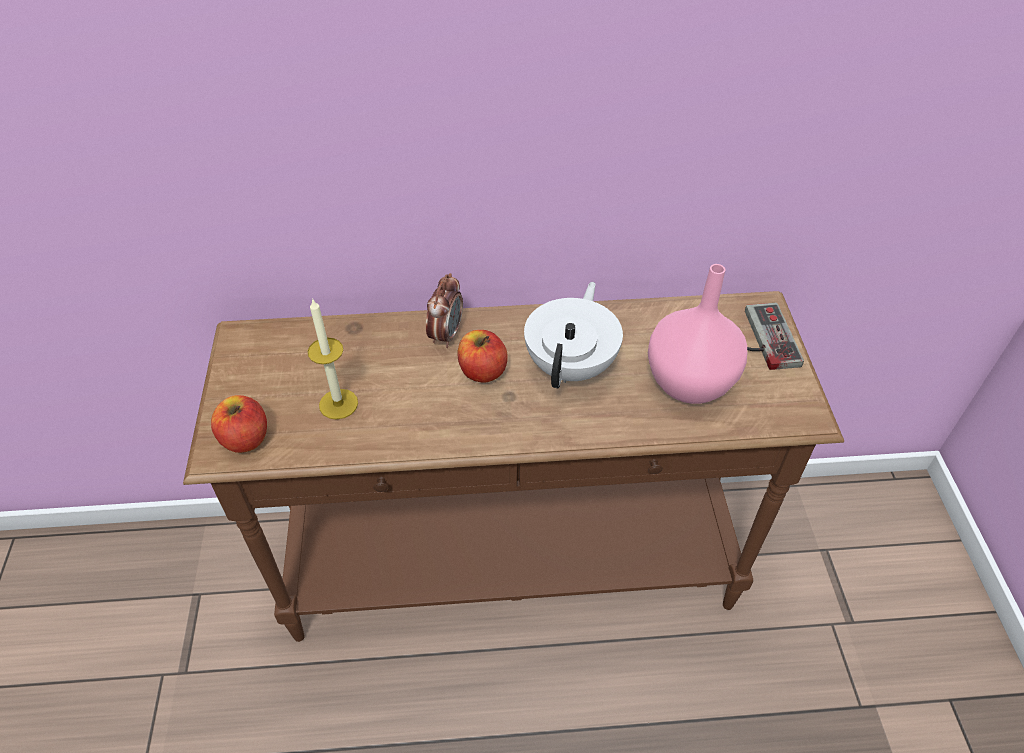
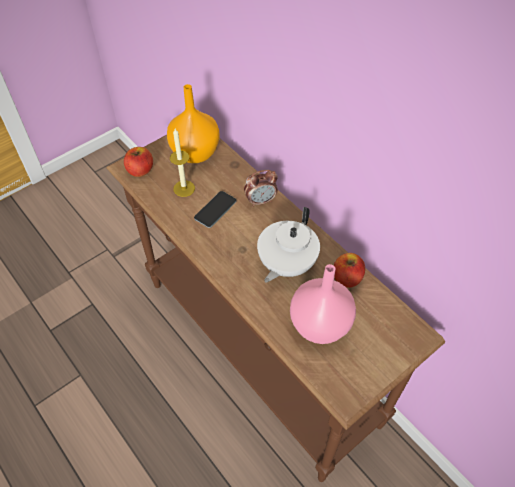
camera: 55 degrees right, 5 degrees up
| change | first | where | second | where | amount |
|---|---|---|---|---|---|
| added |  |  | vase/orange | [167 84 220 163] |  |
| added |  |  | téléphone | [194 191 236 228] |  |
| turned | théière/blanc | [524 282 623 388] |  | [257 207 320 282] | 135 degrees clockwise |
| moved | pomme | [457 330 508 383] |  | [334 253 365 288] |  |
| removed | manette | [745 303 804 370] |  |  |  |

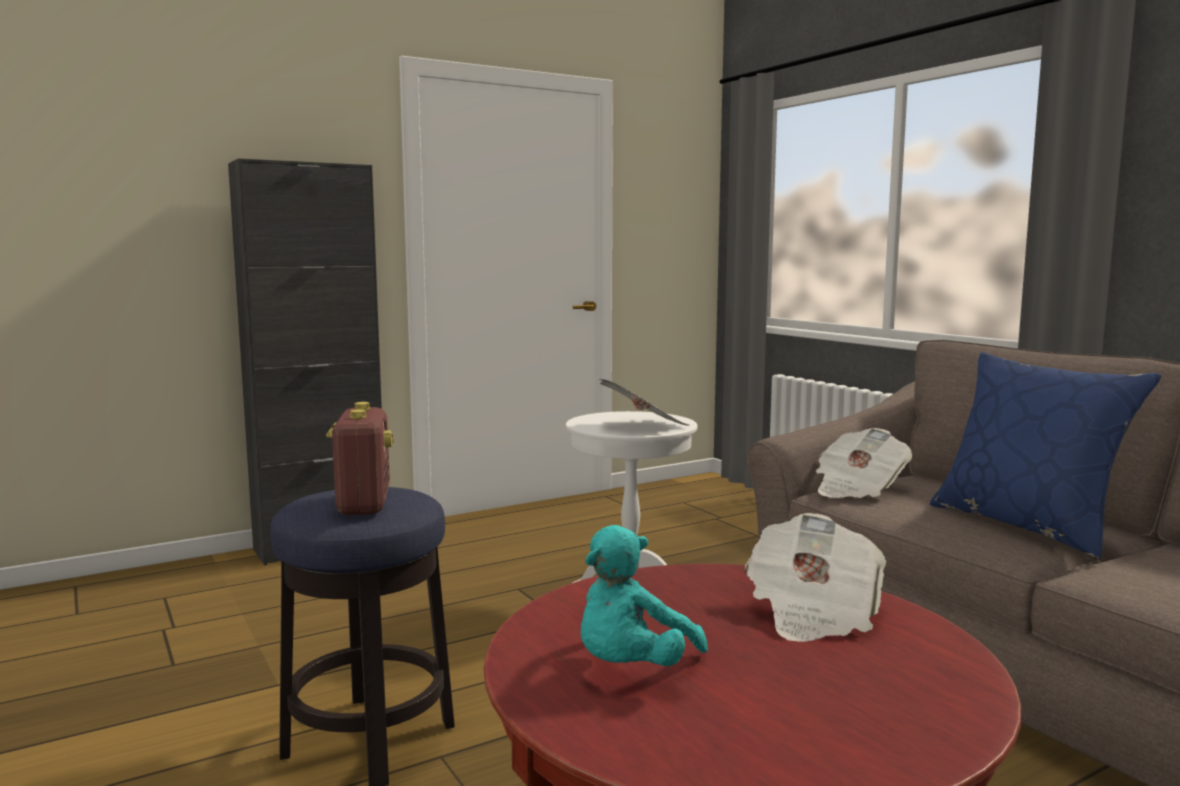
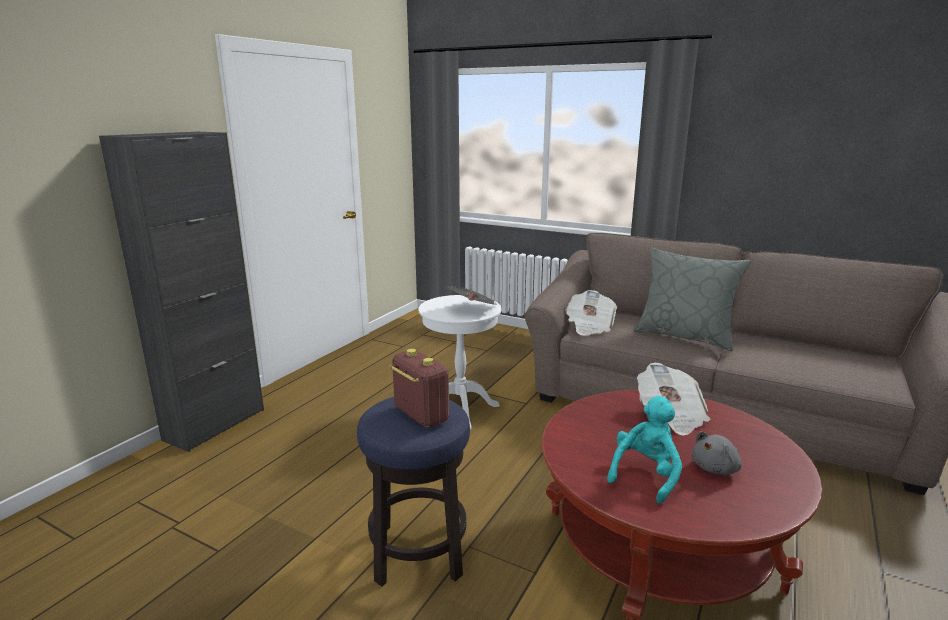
camera: 30 degrees left, 10 degrees up
| change | first | where | second | where | amount |
|---|---|---|---|---|---|
| turned | peluche/turquoise | [581 525 708 666] |  | [607 396 682 504] | 150 degrees counterclockwise |
| recoloured | coussin/bleu | [930 352 1161 559] | coussin/gris | [634 248 752 351] |  |
| added |  |  | peluche/gris | [692 431 742 475] |  |

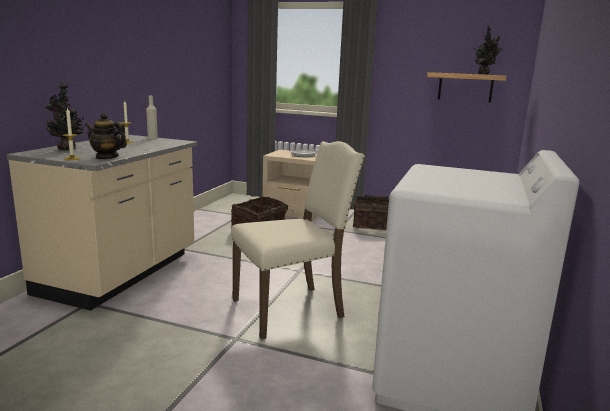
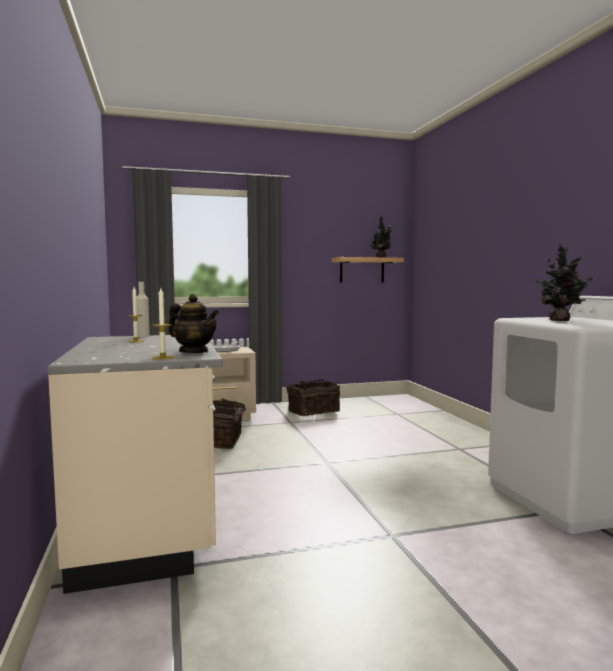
camera: 35 degrees left, 10 degrees down
| change | first | where | second | where | amount |
|---|---|---|---|---|---|
| turned | théière | [85 113 127 159] |  | [169 294 219 353] | 135 degrees counterclockwise |
| moved | plante en pot | [45 82 85 150] |  | [532 243 596 321] |  |
| removed | chaise/beige | [231 141 365 340] |  |  |  |

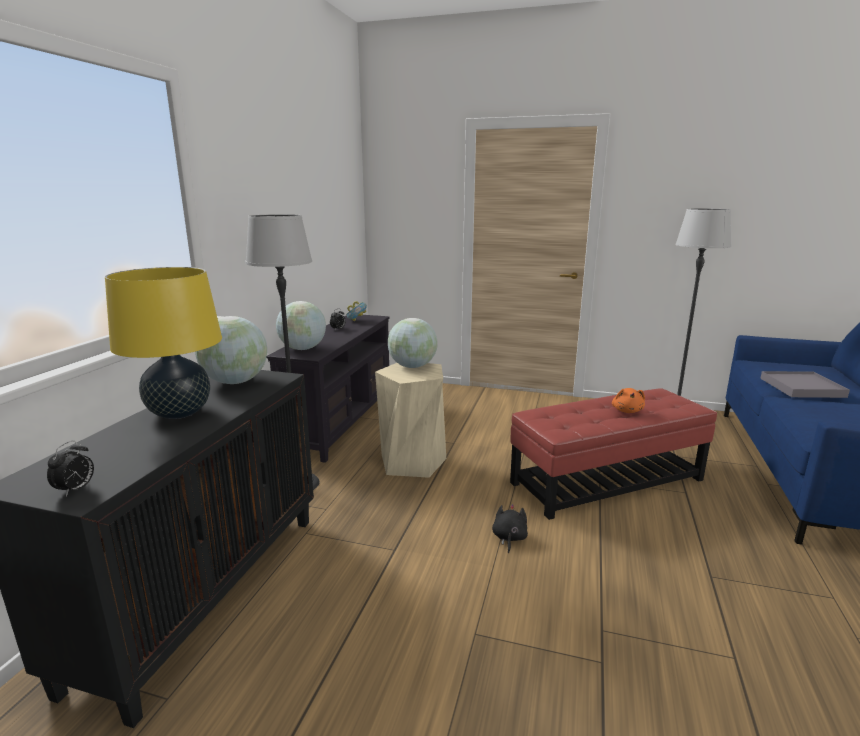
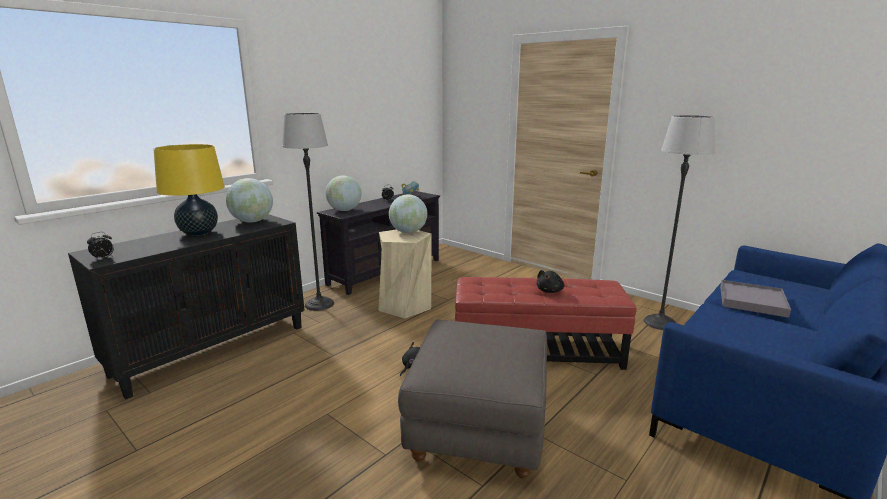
camera: 25 degrees right, 0 degrees up
| change | first | where | second | where | amount |
|---|---|---|---|---|---|
| added |  |  | pouf/gris | [398 319 547 479] |  |
| recoloured | peluche/orange | [612 388 645 413] | peluche/noir | [537 270 564 293] |  |

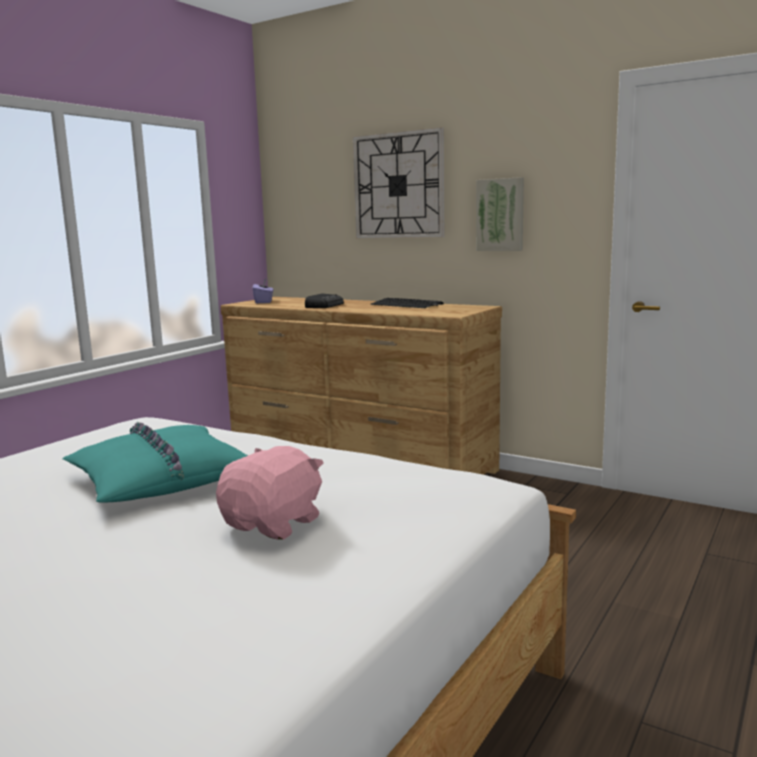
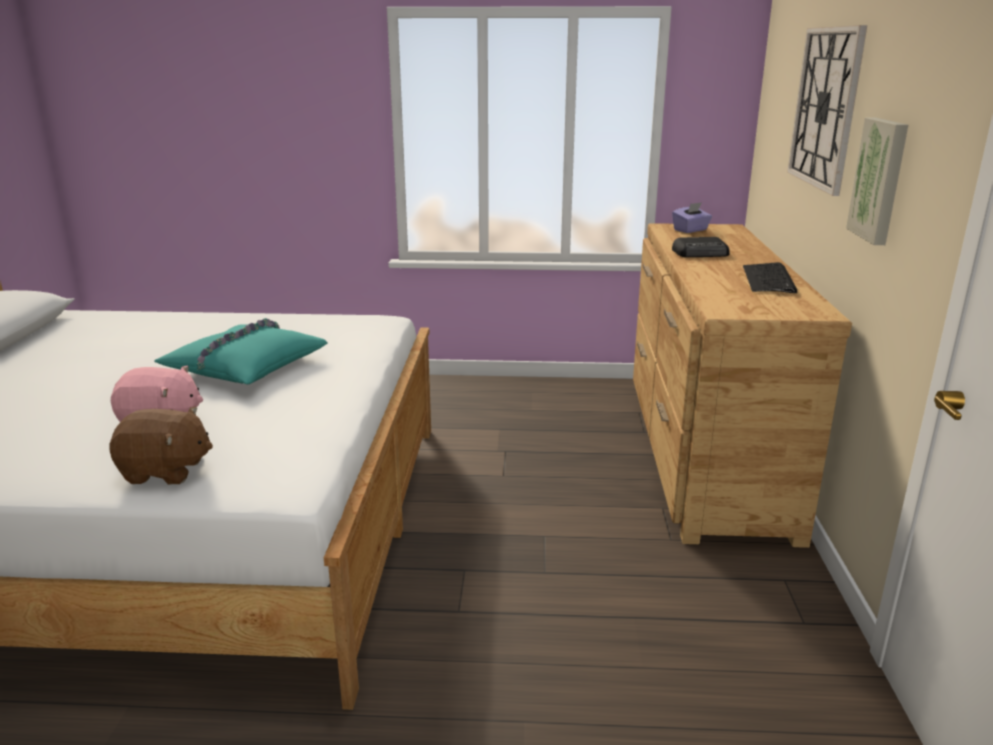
camera: 60 degrees right, 10 degrees up
| change | first | where | second | where | amount |
|---|---|---|---|---|---|
| added |  |  | peluche/marron | [109 407 213 484] |  |

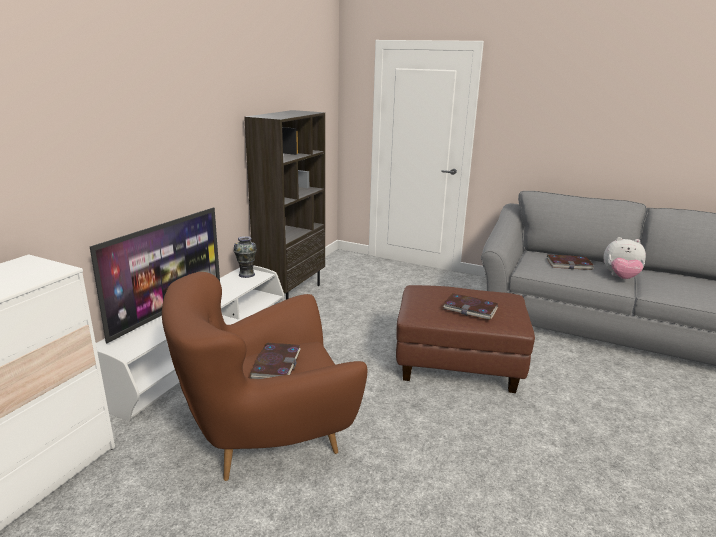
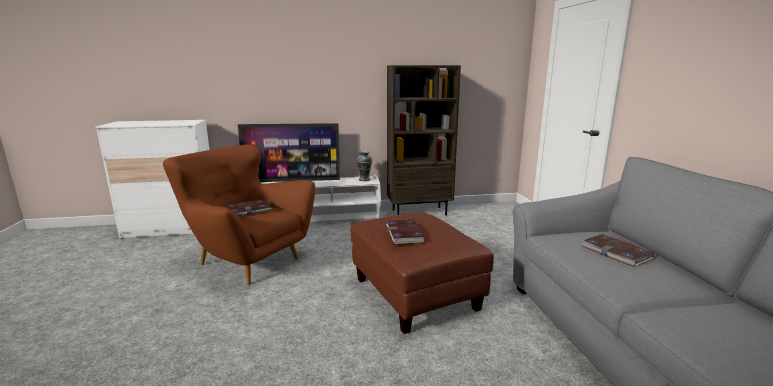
camera: 55 degrees right, 5 degrees down
| change | first | where | second | where | amount |
|---|---|---|---|---|---|
| removed | peluche | [603 237 646 279] |  |  |  |

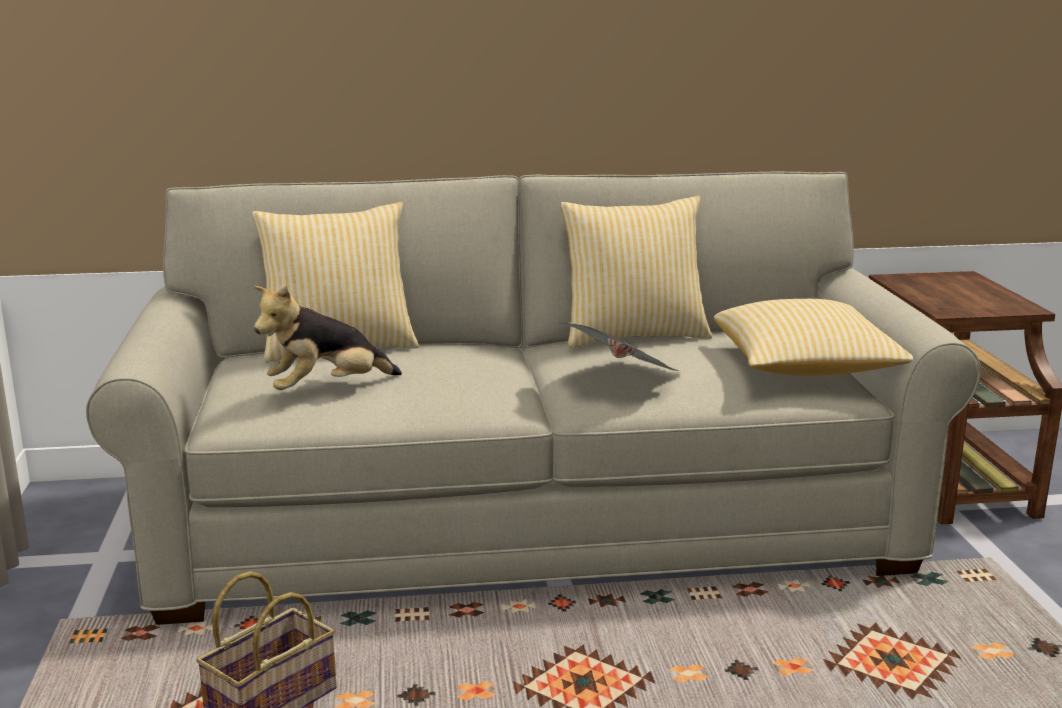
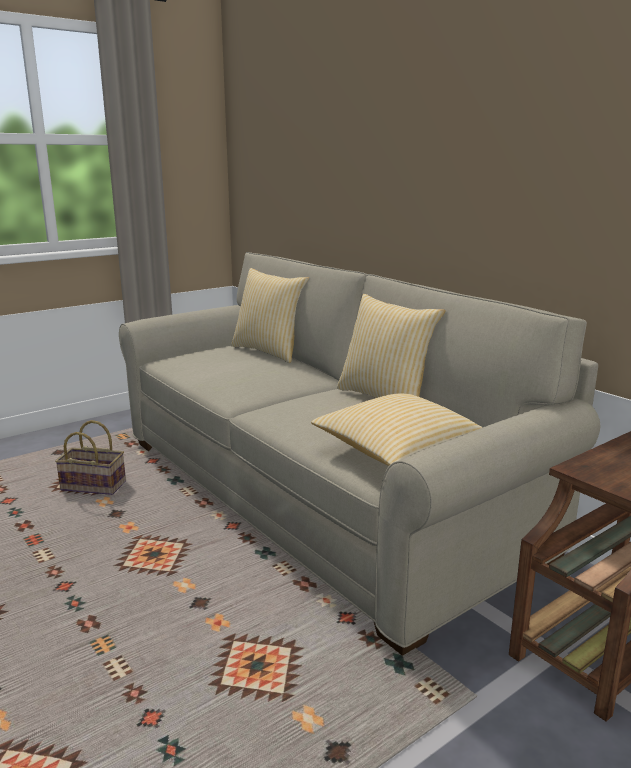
camera: 60 degrees right, 0 degrees up
| change | first | where | second | where | amount |
|---|---|---|---|---|---|
| removed | peluche | [254 285 402 390] |  |  |  |
| removed | journal | [561 323 682 371] |  |  |  |

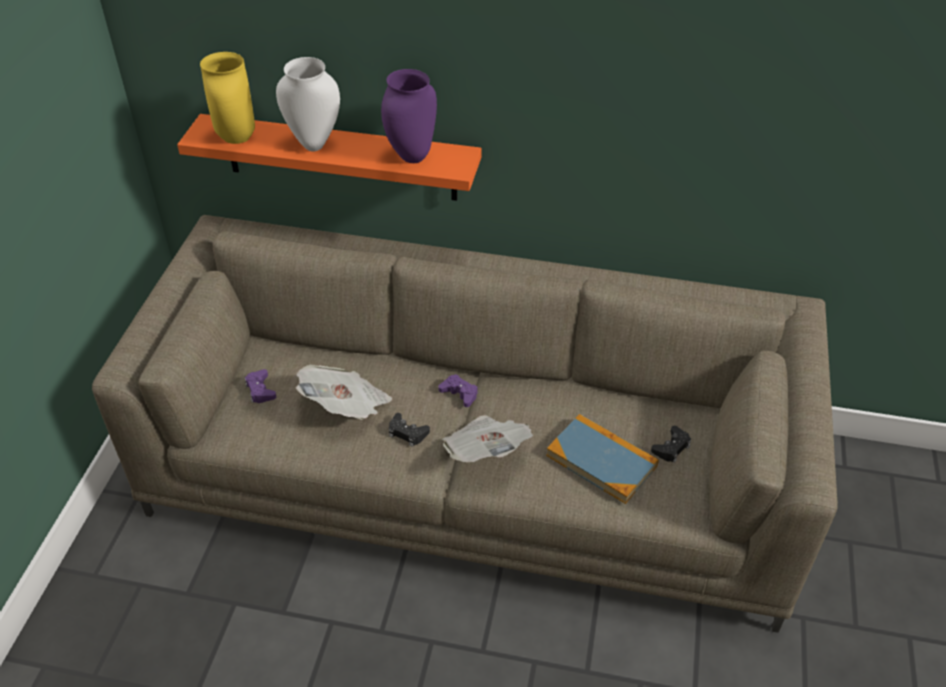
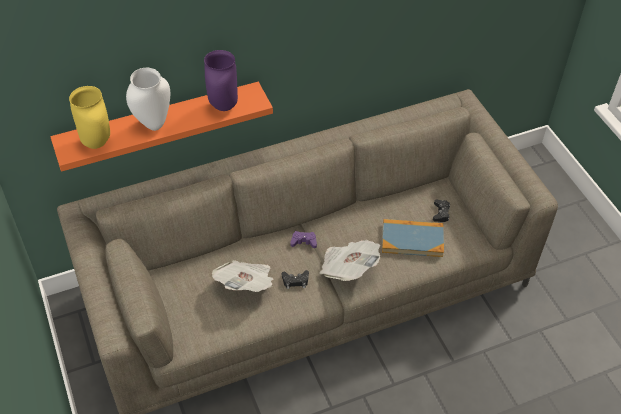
camera: 35 degrees left, 5 degrees up
| change | first | where | second | where | amount |
|---|---|---|---|---|---|
| removed | manette/violet | [245 369 276 403] |  |  |  |

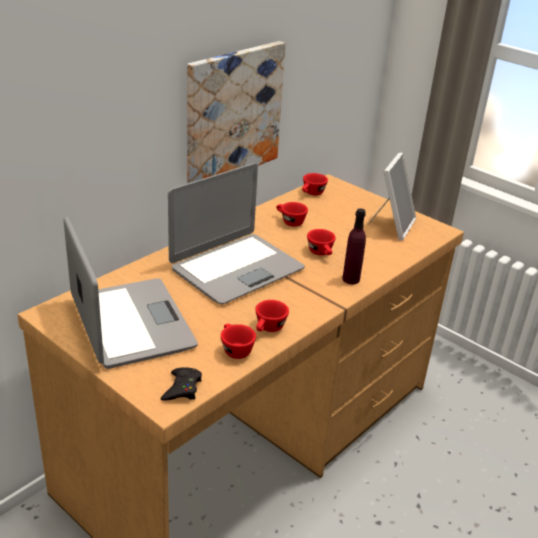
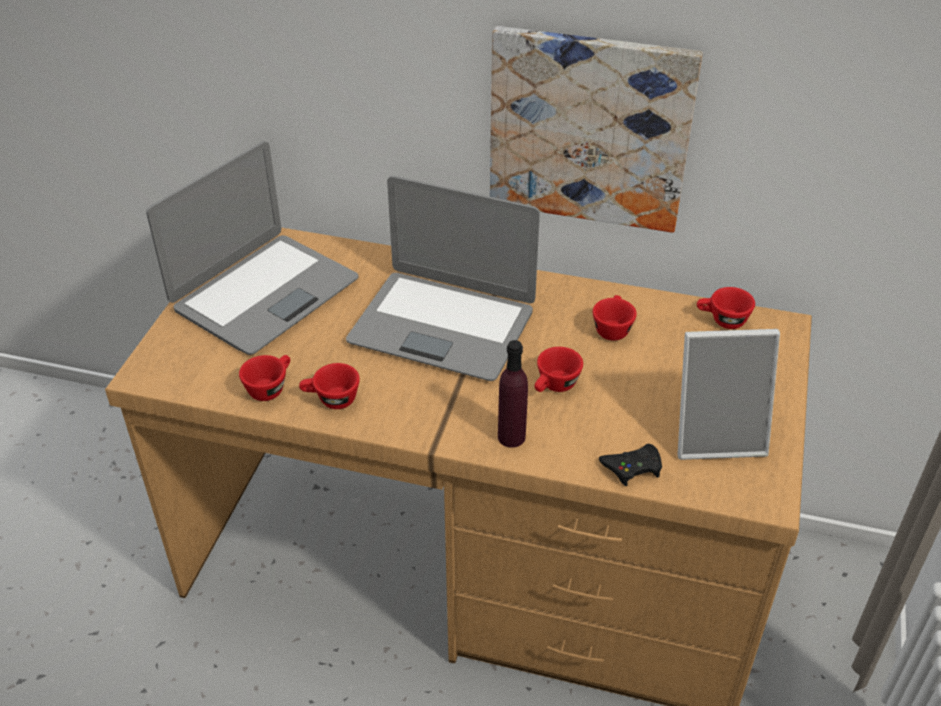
camera: 65 degrees right, 10 degrees up
| change | first | where | second | where | amount |
|---|---|---|---|---|---|
| moved | manette/noir | [161 367 202 401] |  | [599 444 662 486] |  |

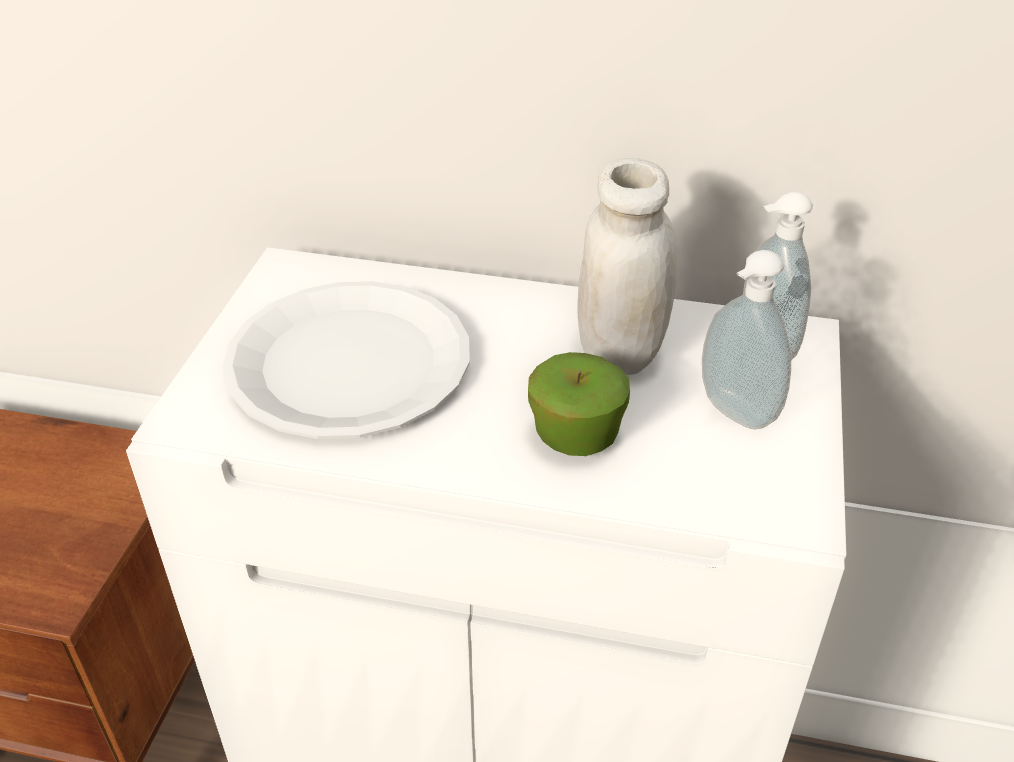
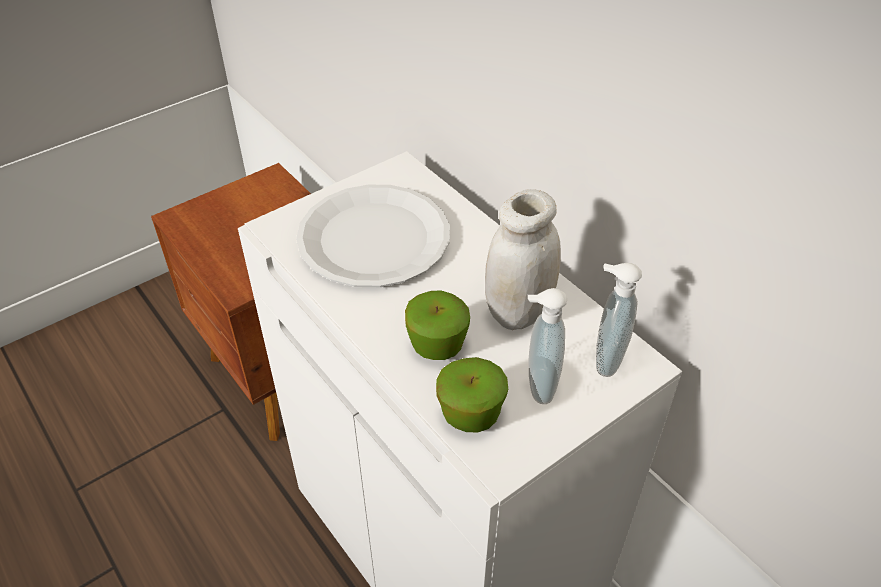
camera: 40 degrees right, 5 degrees up
| change | first | where | second | where | amount |
|---|---|---|---|---|---|
| added |  |  | pomme | [436 357 508 433] |  |

